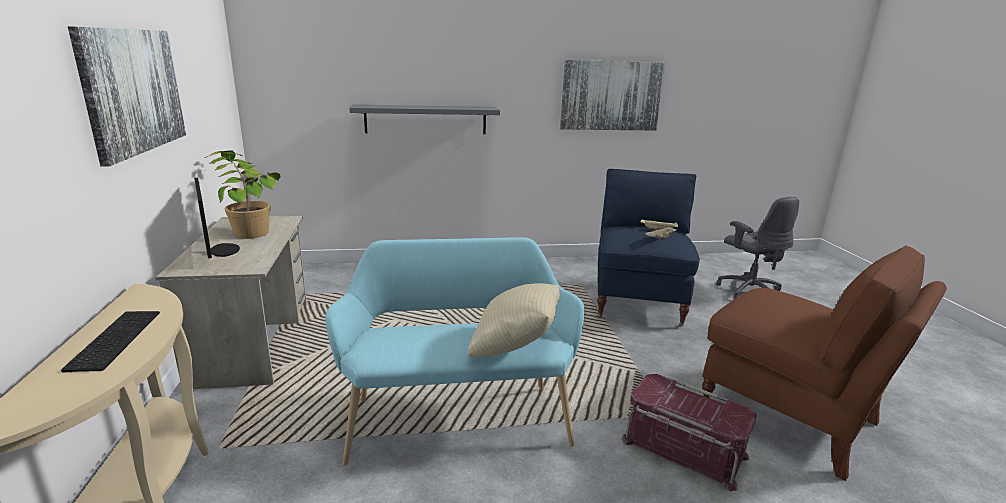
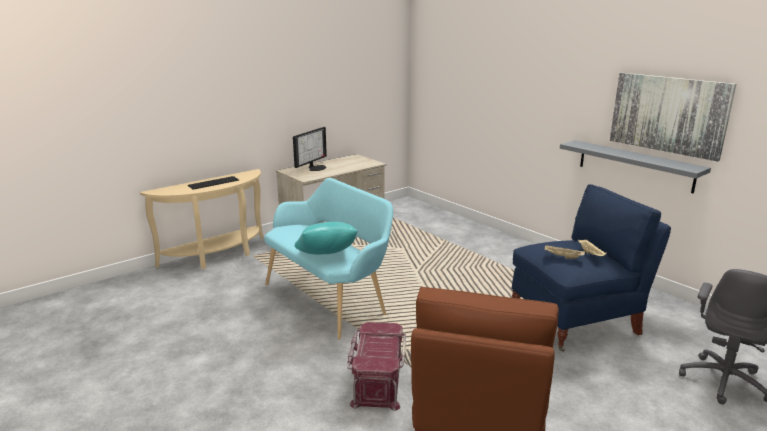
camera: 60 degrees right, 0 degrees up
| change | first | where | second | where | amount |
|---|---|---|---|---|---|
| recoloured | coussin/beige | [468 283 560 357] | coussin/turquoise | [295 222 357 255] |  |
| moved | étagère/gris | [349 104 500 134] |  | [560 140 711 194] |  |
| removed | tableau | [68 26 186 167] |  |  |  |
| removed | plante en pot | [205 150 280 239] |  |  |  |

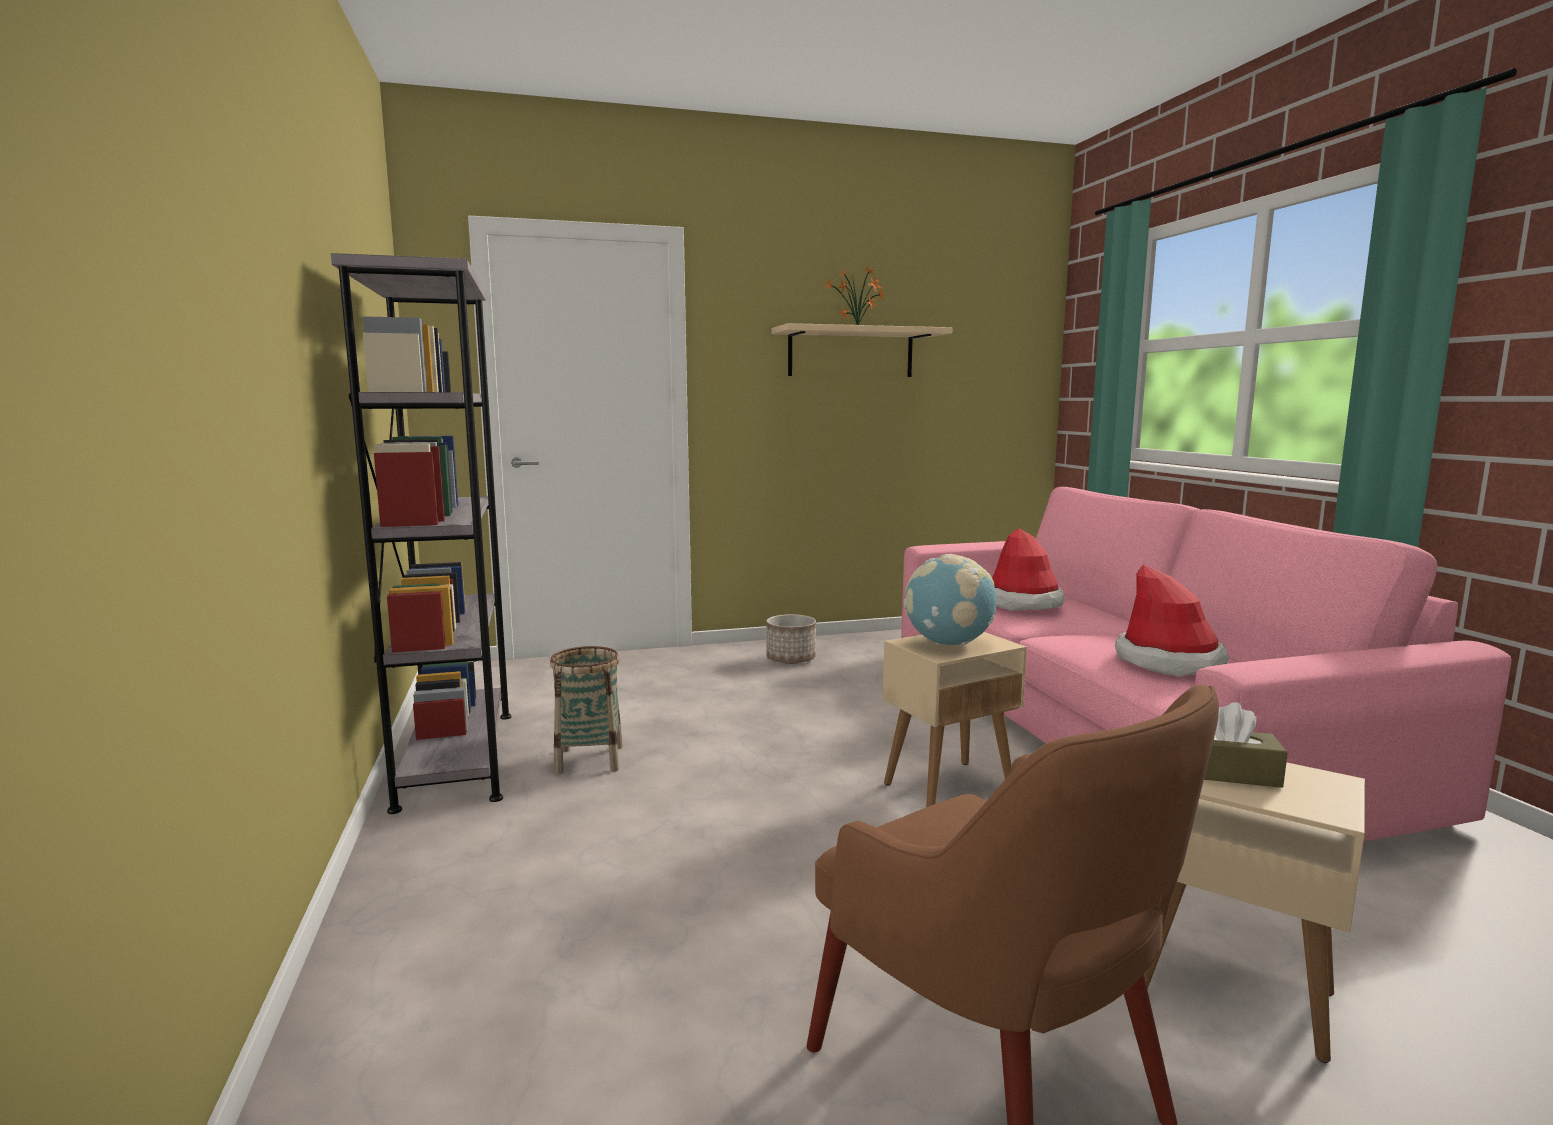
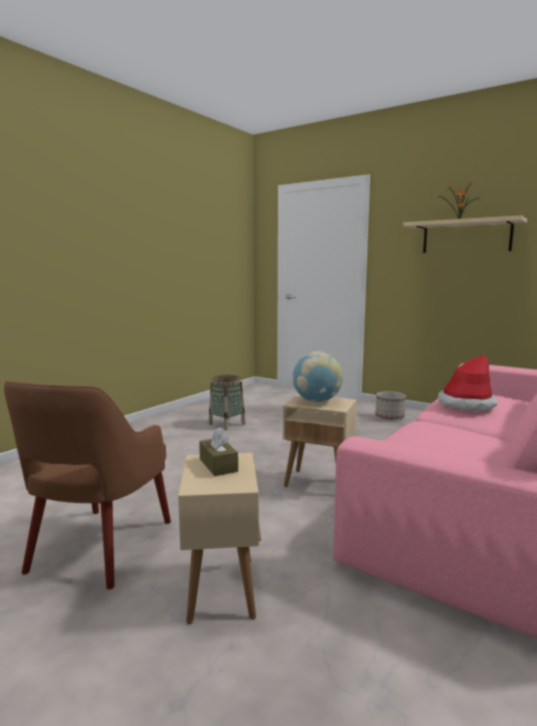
camera: 50 degrees right, 0 degrees up
| change | first | where | second | where | amount |
|---|---|---|---|---|---|
| removed | bibliothèque/gris | [331 253 511 814] |  |  |  |
| removed | chapeau | [1115 564 1229 677] |  |  |  |

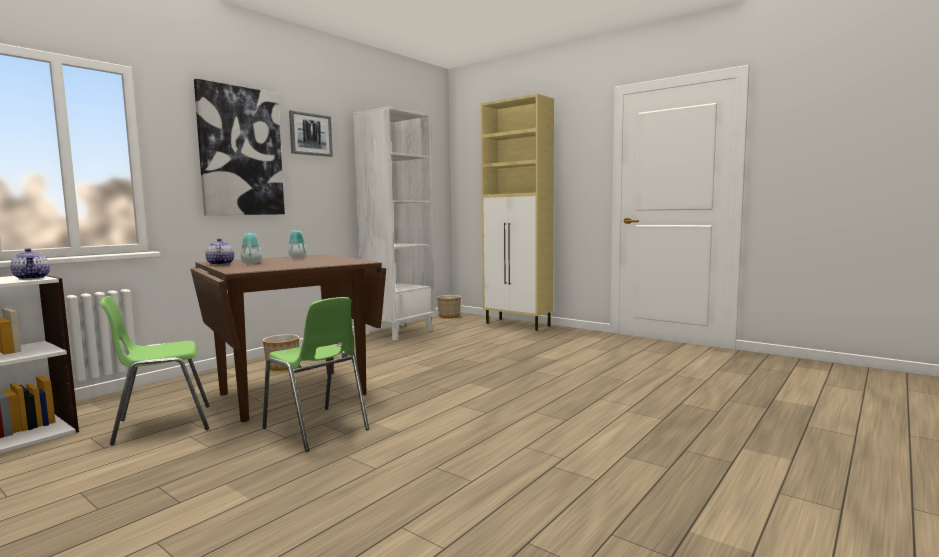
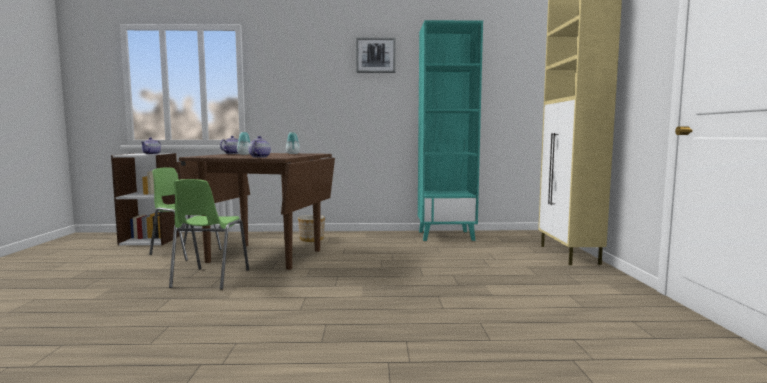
camera: 50 degrees right, 0 degrees up
| change | first | where | second | where | amount |
|---|---|---|---|---|---|
| added |  |  | théière | [248 136 271 158] |  |
| recoloured | bibliothèque/blanc | [352 106 435 340] | bibliothèque/turquoise | [418 20 483 241] |  |
| removed | tableau | [194 79 285 216] |  |  |  |
| removed | cache-pot | [437 295 461 318] |  |  |  |

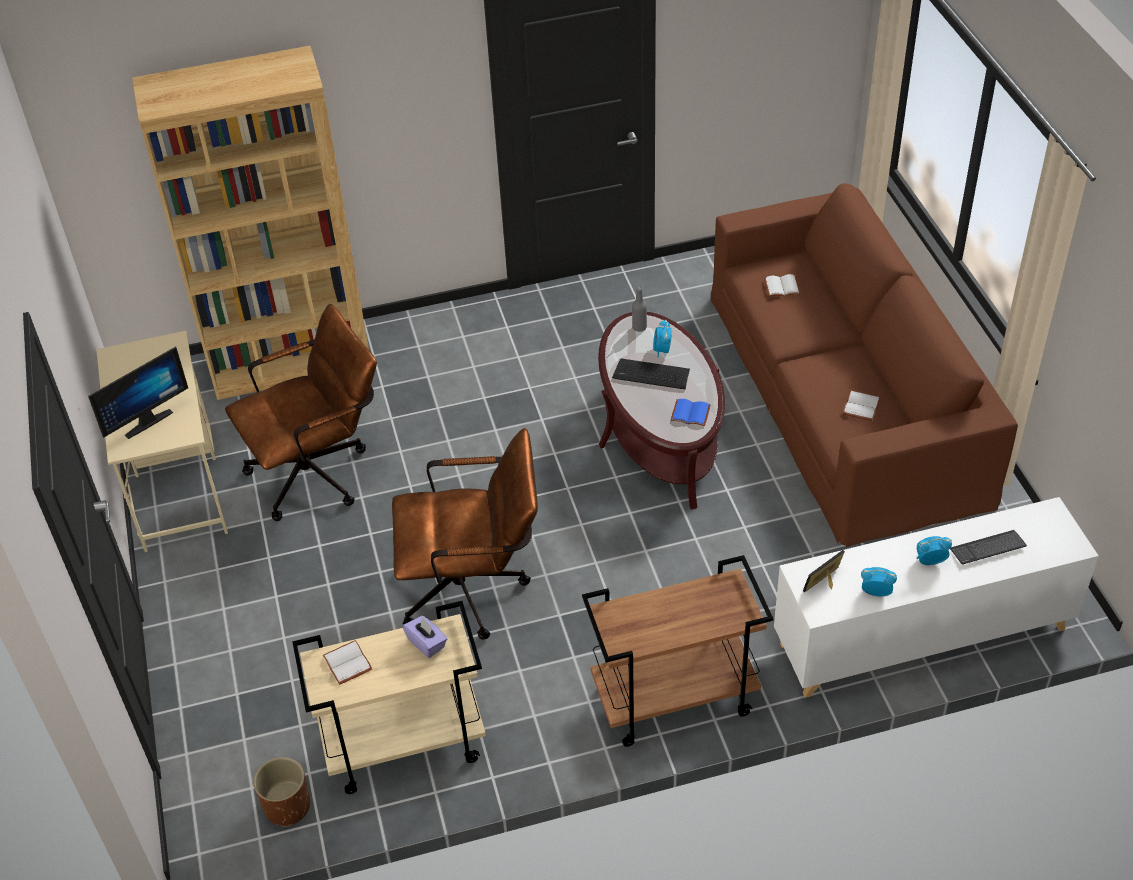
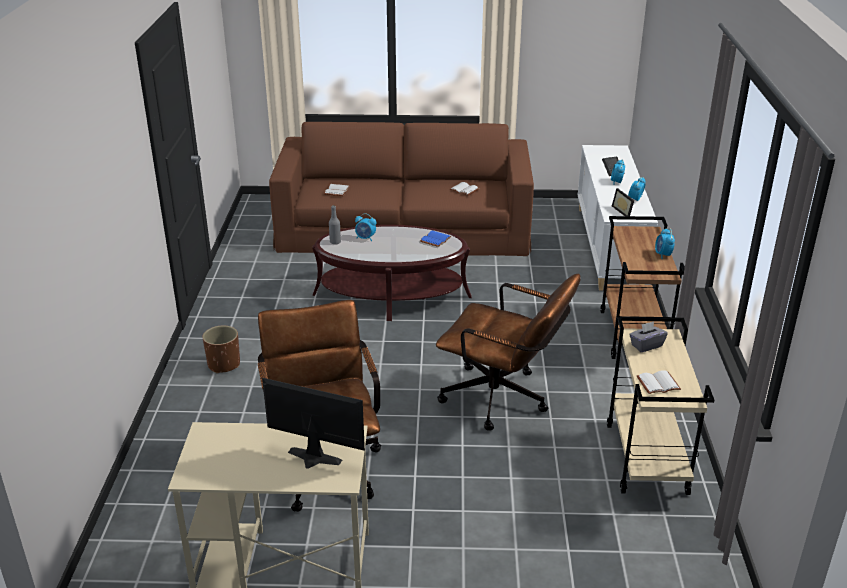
camera: 75 degrees left, 15 degrees down
| change | first | where | second | where | amount |
|---|---|---|---|---|---|
| moved | cache-pot/marron | [253 757 310 827] |  | [202 326 240 374] |  |
| turned | écran d'ordinateur | [88 346 188 439] |  | [262 378 365 469] | 45 degrees counterclockwise |
| turned | chaise de bureau/marron | [392 428 538 640] |  | [436 274 581 431] | 105 degrees clockwise |
| recoloured | boîte à mouchoirs/violet | [403 616 447 658] | boîte à mouchoirs/gris | [629 321 668 352] |  |
| added |  |  | réveil | [655 228 675 259] |  |
| removed | bibliothèque/marron | [132 46 369 400] |  |  |  |
| removed | clavier | [612 358 690 389] |  |  |  |

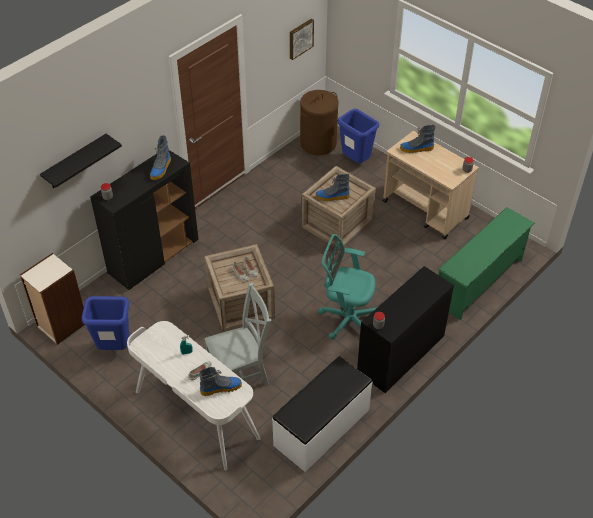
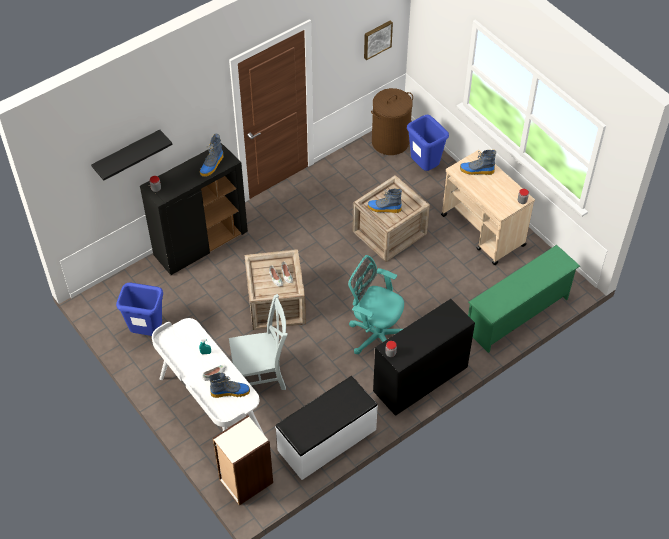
camera: 10 degrees right, 5 degrees up
| change | first | where | second | where | amount |
|---|---|---|---|---|---|
| moved | bibliothèque | [20 253 85 345] |  | [212 415 273 506] |  |

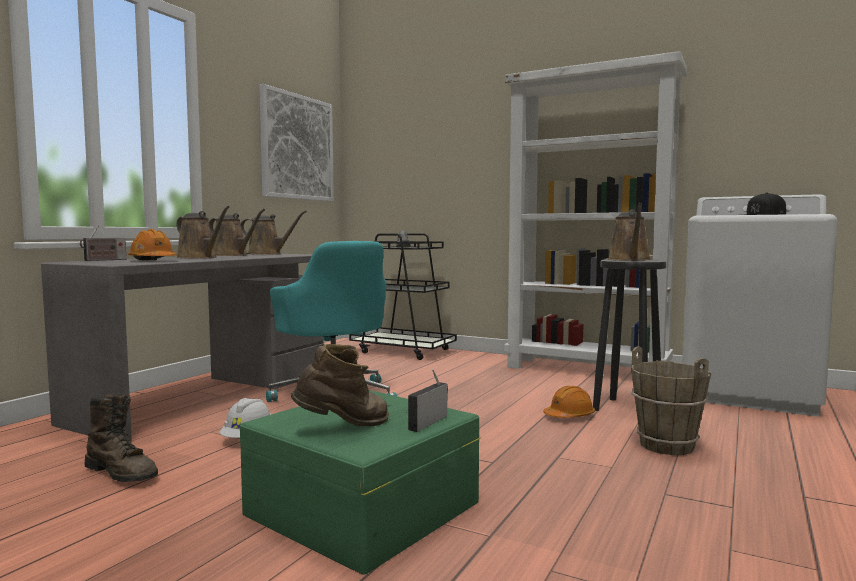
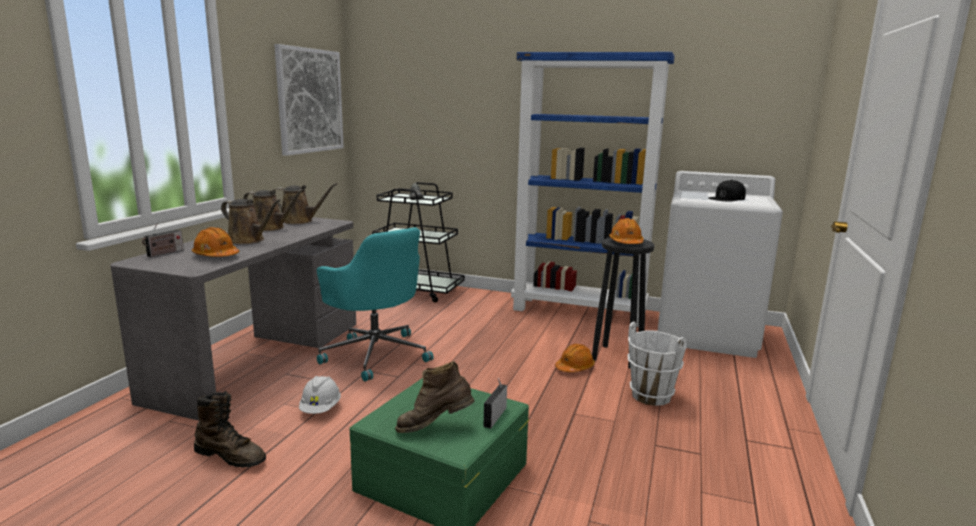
camera: 10 degrees left, 10 degrees up
| change | first | where | second | where | amount |
|---|---|---|---|---|---|
| turned | botte/marron | [291 344 389 426] |  | [395 361 475 433] | 150 degrees counterclockwise |
| recoloured | bibliothèque/blanc | [504 51 687 369] | bibliothèque/bleu | [511 52 674 327] |  |
| replaced | arrosoir/marron | [607 203 651 261] | casque de chantier/orange | [609 218 644 244] |  |
| recoloured | seau/marron | [631 346 711 455] | seau/blanc | [628 322 687 406] |  |

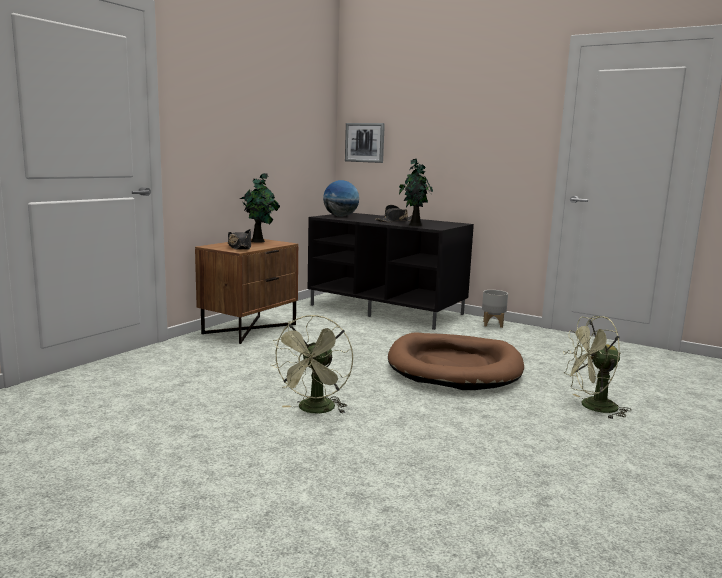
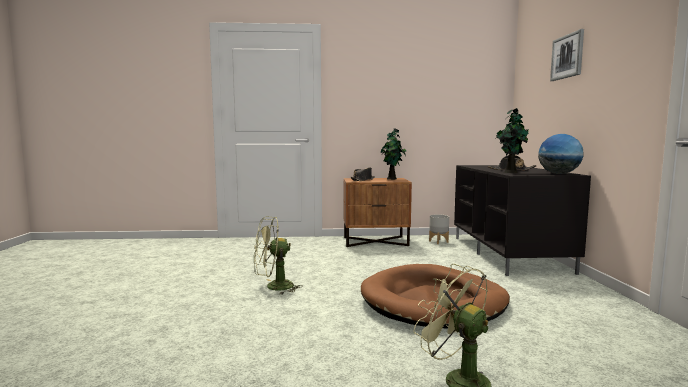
camera: 55 degrees right, 5 degrees down
| change | first | where | second | where | amount |
|---|---|---|---|---|---|
| moved | cache-pot/gris | [482 290 508 328] |  | [429 214 449 244] |  |
| moved | globe | [323 180 359 217] |  | [538 134 583 174] |  |
| moved | tableau | [345 123 385 163] |  | [550 29 584 81] |  |

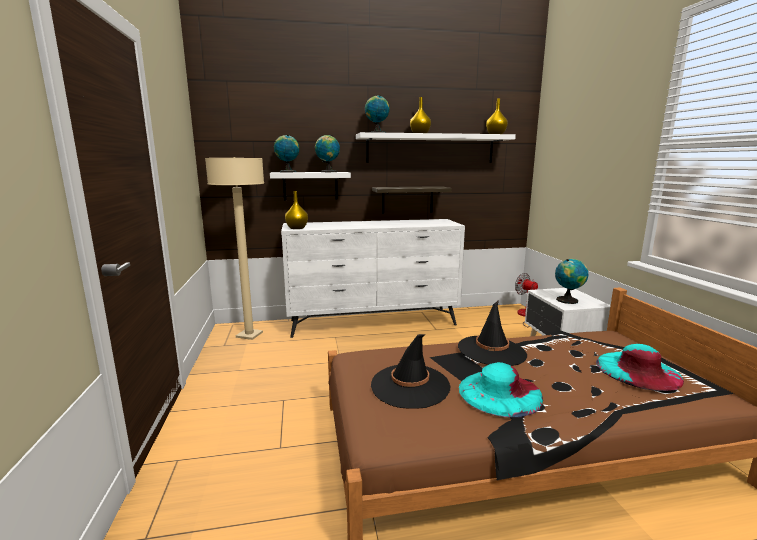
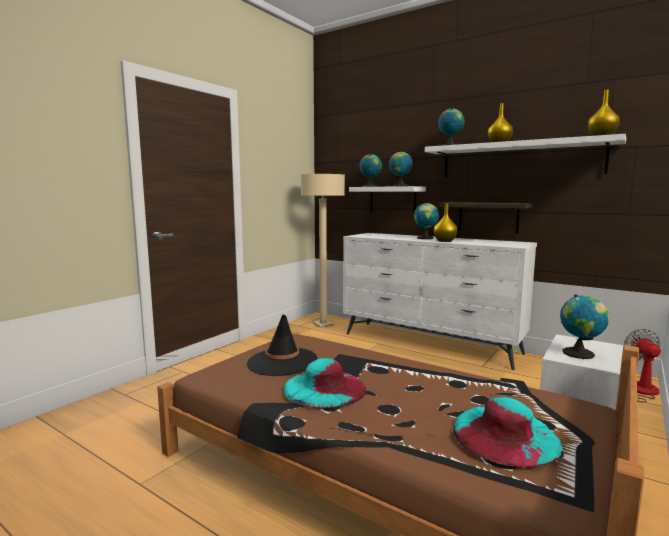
camera: 45 degrees right, 5 degrees down
| change | first | where | second | where | amount |
|---|---|---|---|---|---|
| added |  |  | globe | [414 203 439 239] |  |
| moved | vase/jaune | [285 191 308 229] |  | [434 203 458 242] |  |
| removed | chapeau/noir | [458 300 527 366] |  |  |  |

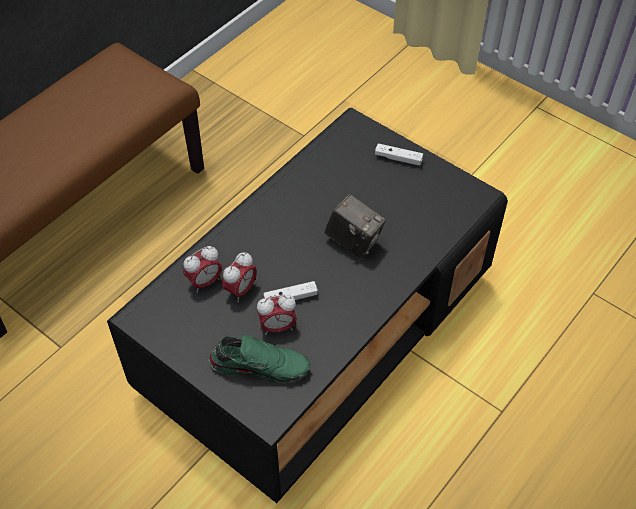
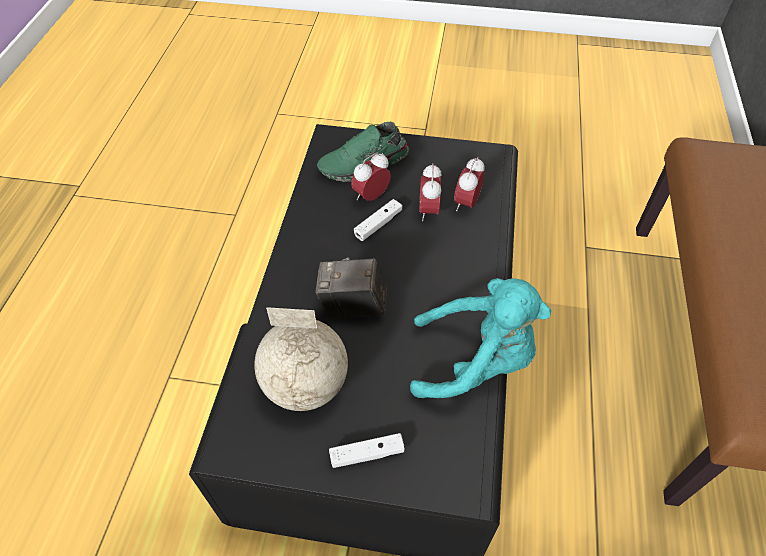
camera: 150 degrees right, 0 degrees up
| change | first | where | second | where | amount |
|---|---|---|---|---|---|
| added |  |  | globe | [254 307 348 411] |  |
| added |  |  | peluche/turquoise | [410 278 551 398] |  |

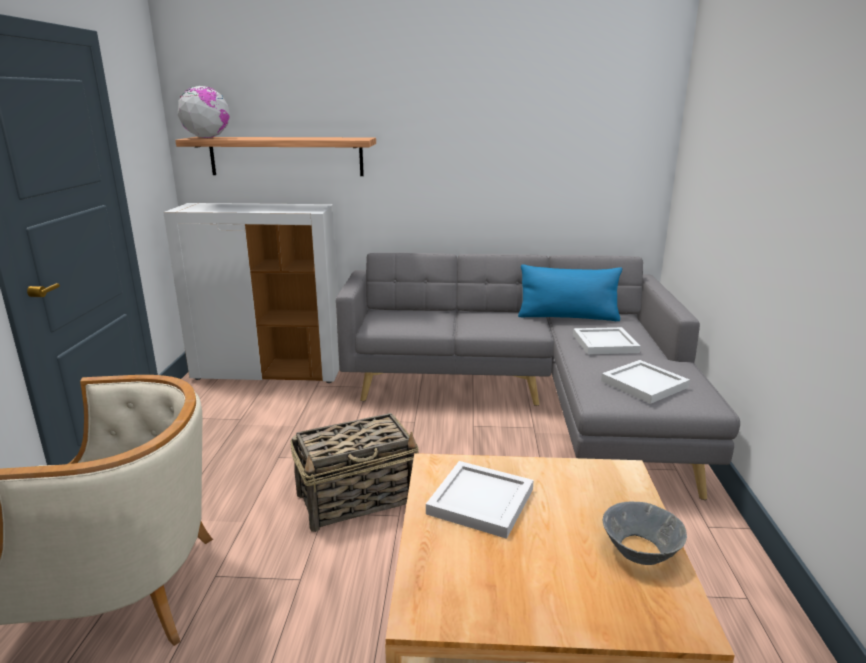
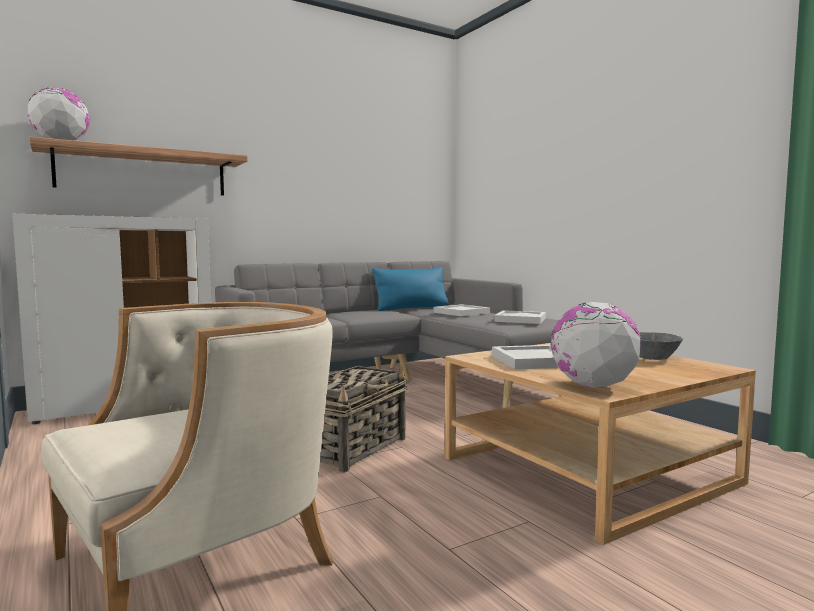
camera: 35 degrees left, 15 degrees down
| change | first | where | second | where | amount |
|---|---|---|---|---|---|
| added |  |  | globe | [550 302 641 388] |  |

